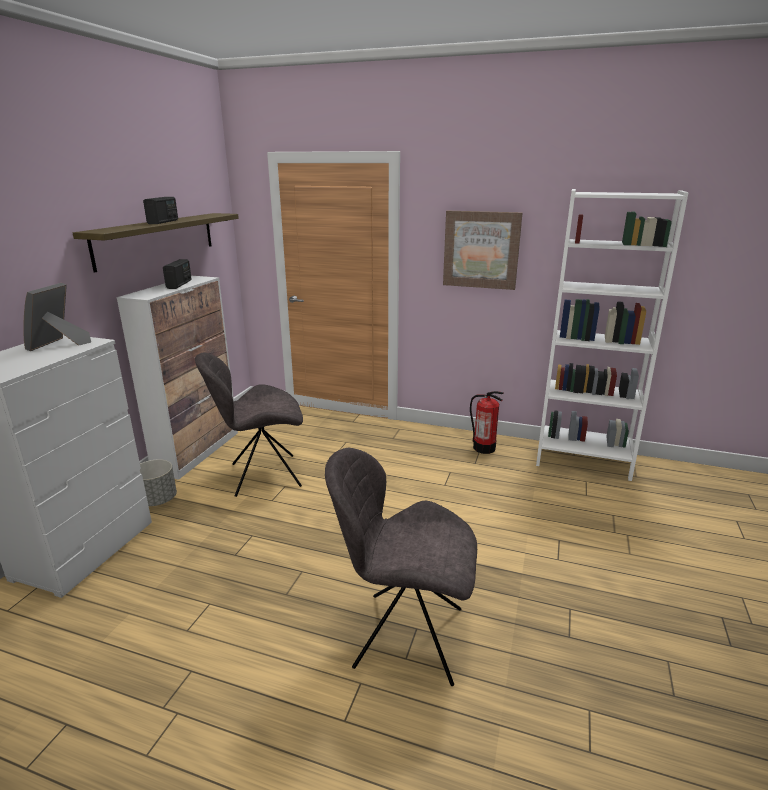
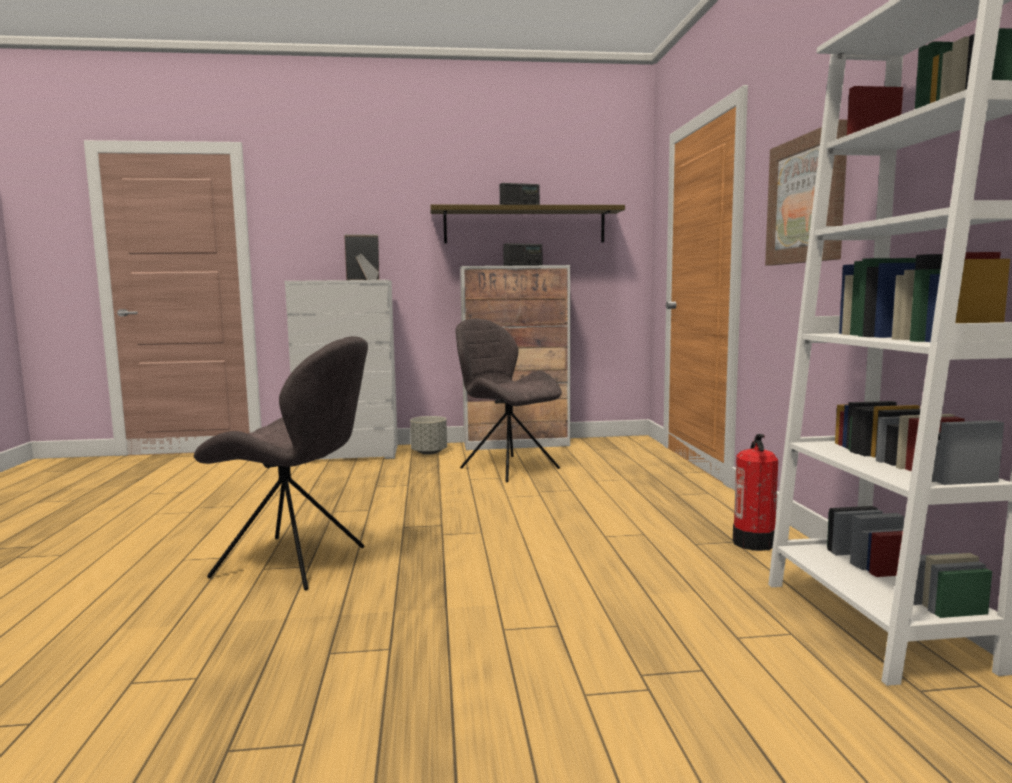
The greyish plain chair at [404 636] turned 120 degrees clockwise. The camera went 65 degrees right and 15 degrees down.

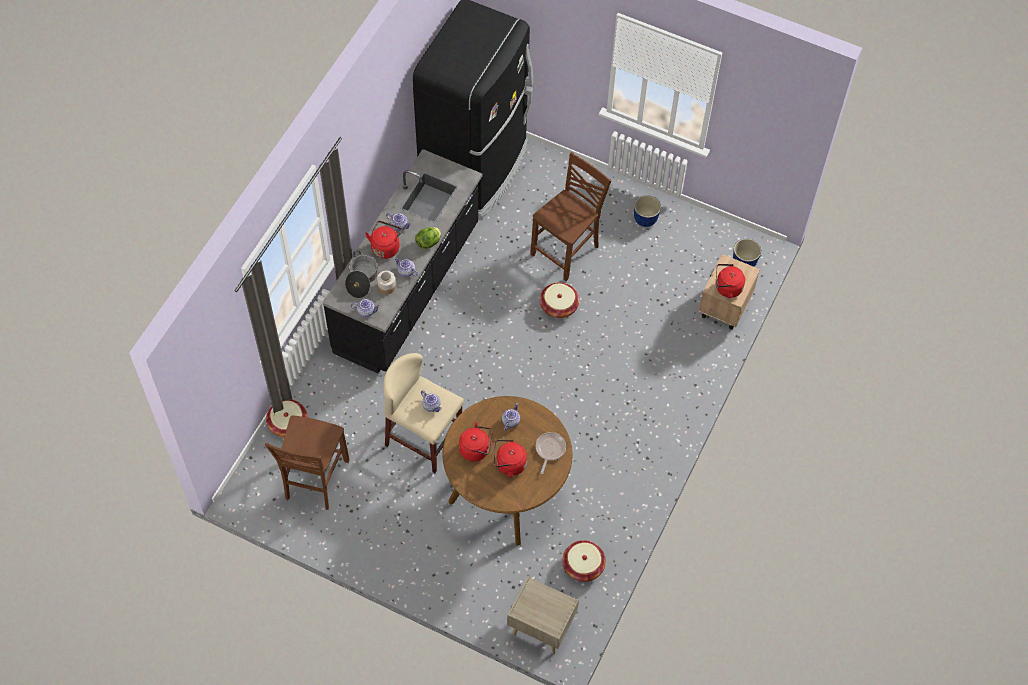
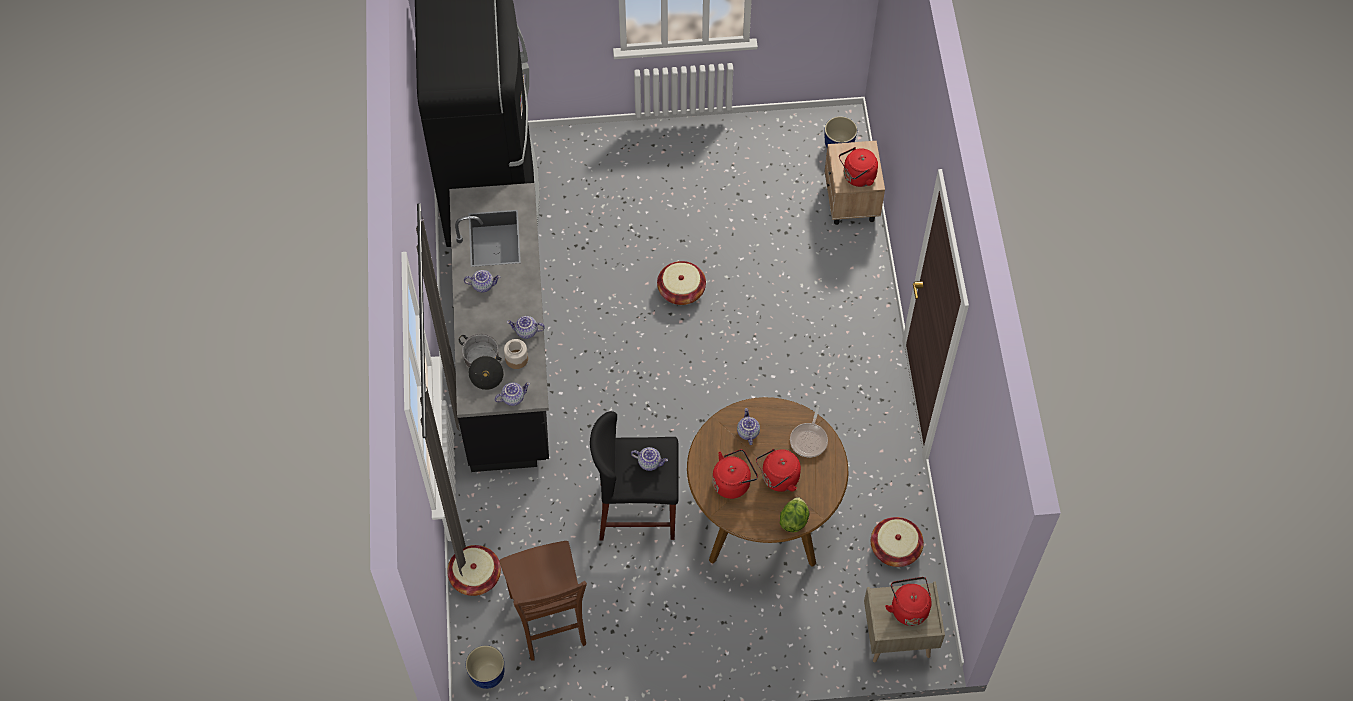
The brown plain chair at [567 251] disappeared. The plant pot moved from [645 219] to [487 675]. The reddish tea kettle moved from [386 247] to [908 607]. The head of lettuce moved from [429 242] to [794 520]. The beige stool seat at [423 440] became the black stool seat at [637 511]. The pan at [549 450] turned 150 degrees counterclockwise. The camera went 30 degrees left and 0 degrees up.

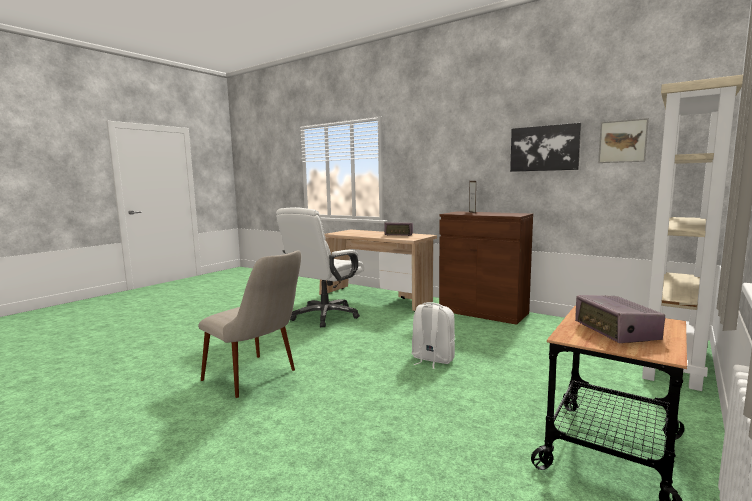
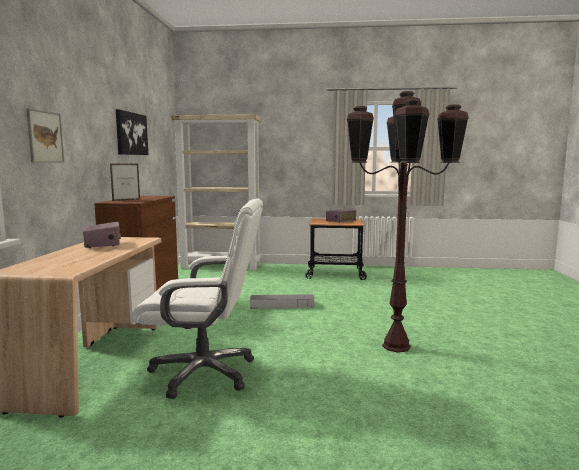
The wall picture moved from [622 141] to [45 137]. The beige plain chair at [258 379] was replaced by the brown standard lamp at [396 346]. The whitish backpack at [432 359] was replaced by the greyish storage container at [282 305]. The camera went 120 degrees left and 0 degrees up.

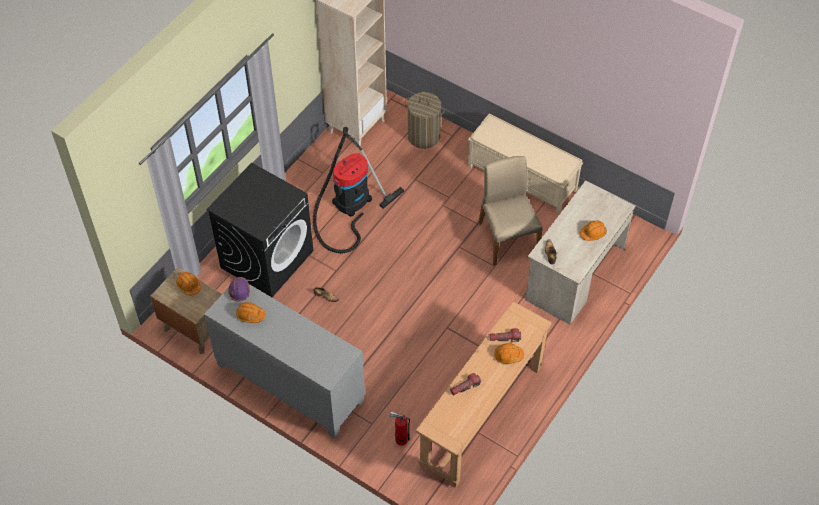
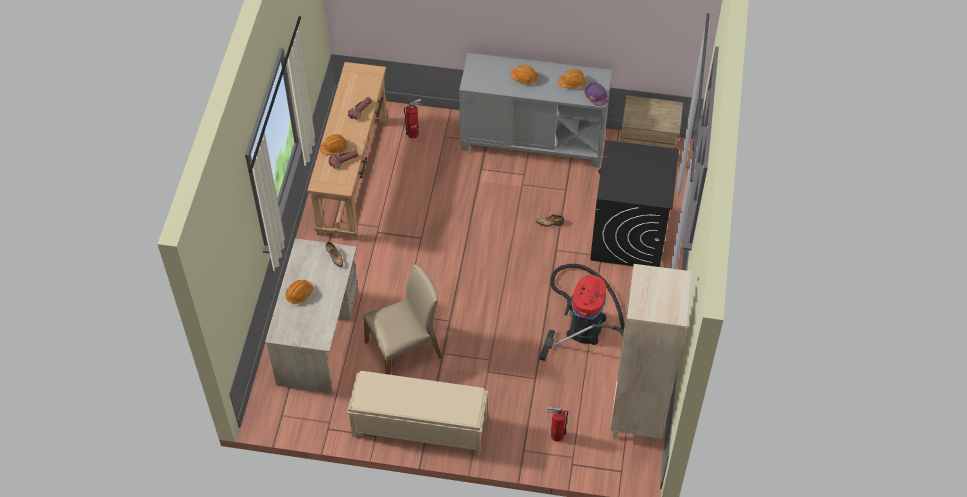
The hamper at [424 136] was replaced by the extinguisher at [555 435]. The beige plain chair at [507 237] turned 75 degrees counterclockwise. The orange work helmet moved from [189 285] to [524 78]. The camera went 155 degrees right and 0 degrees up.

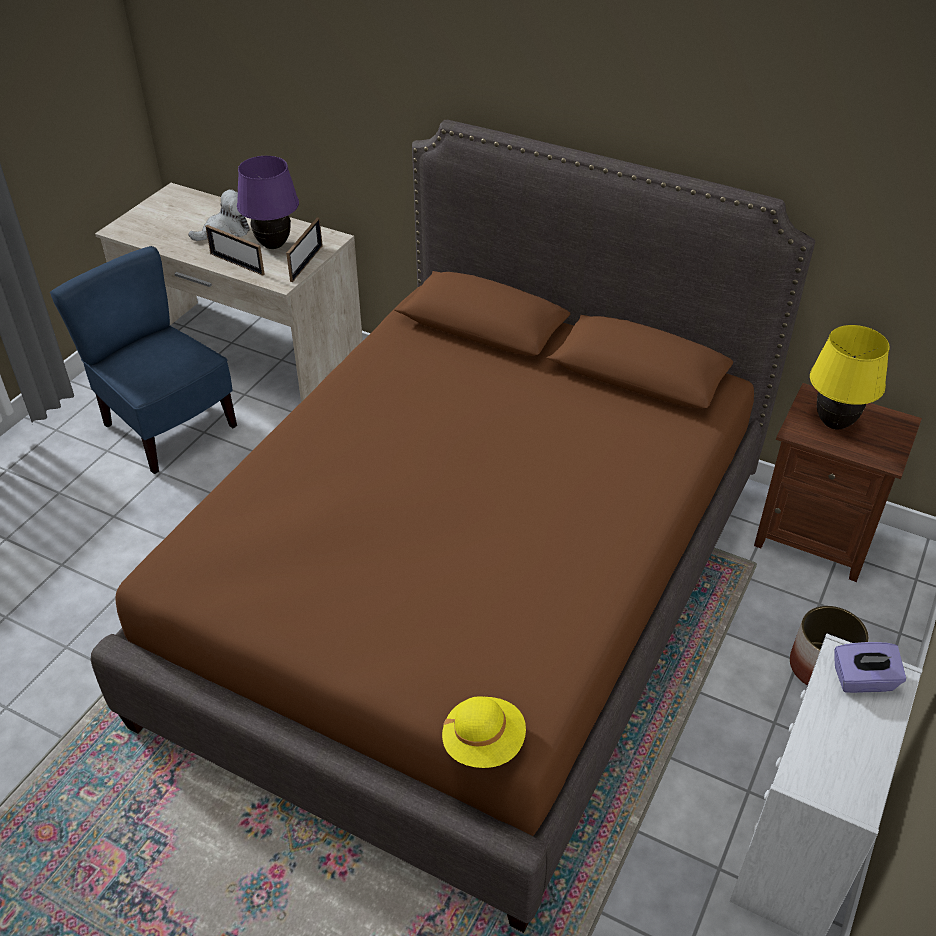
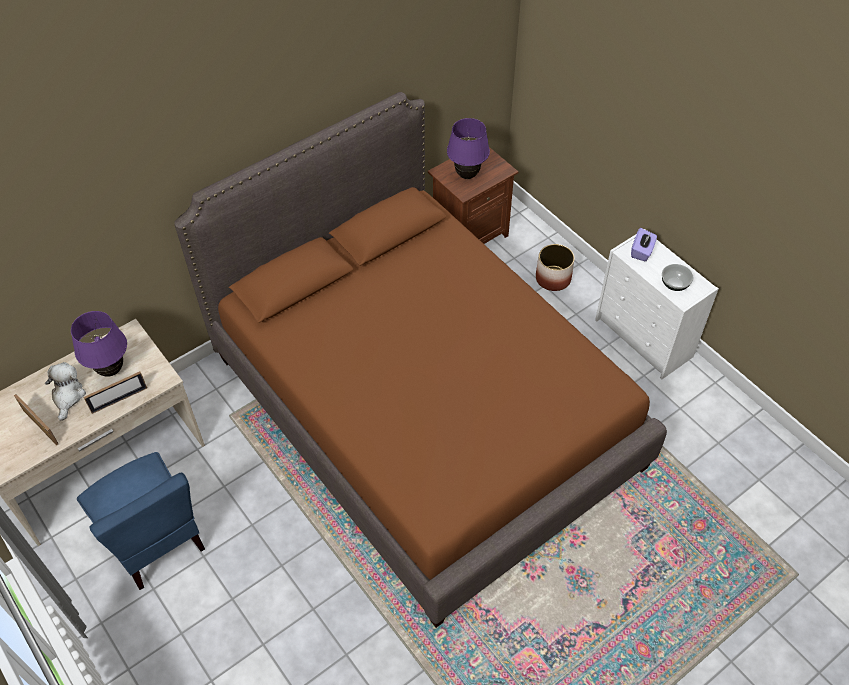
The picture frame moved from [306 263] to [40 427]. The blue-coloured plain chair at [168 428] turned 105 degrees counterclockwise. The yellowish table lamp at [833 423] became the purple-coloured table lamp at [467 175]. The yellowish hat at [483 743] disappeared. The bowl at [674 284] appeared. The camera went 65 degrees left and 10 degrees up.

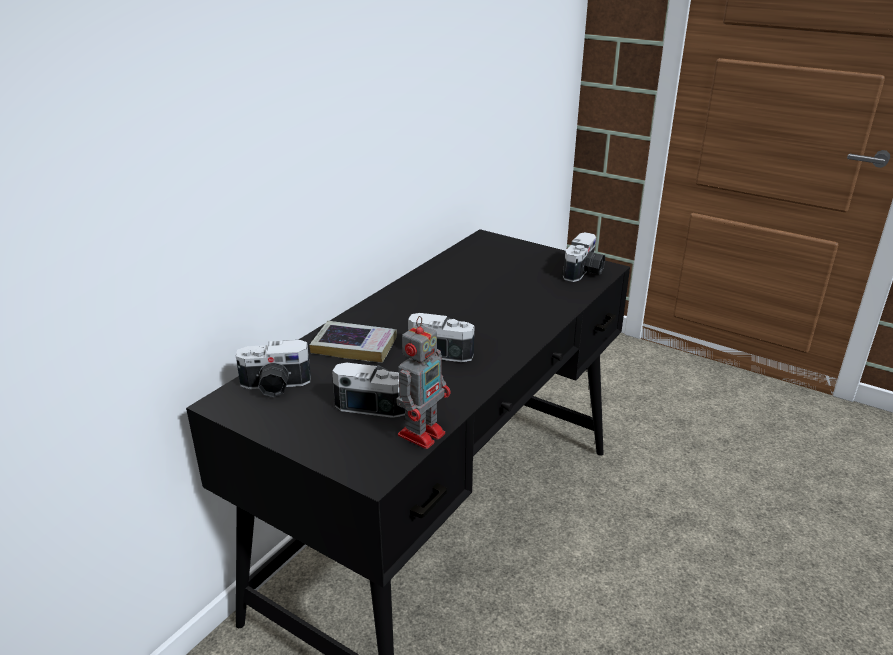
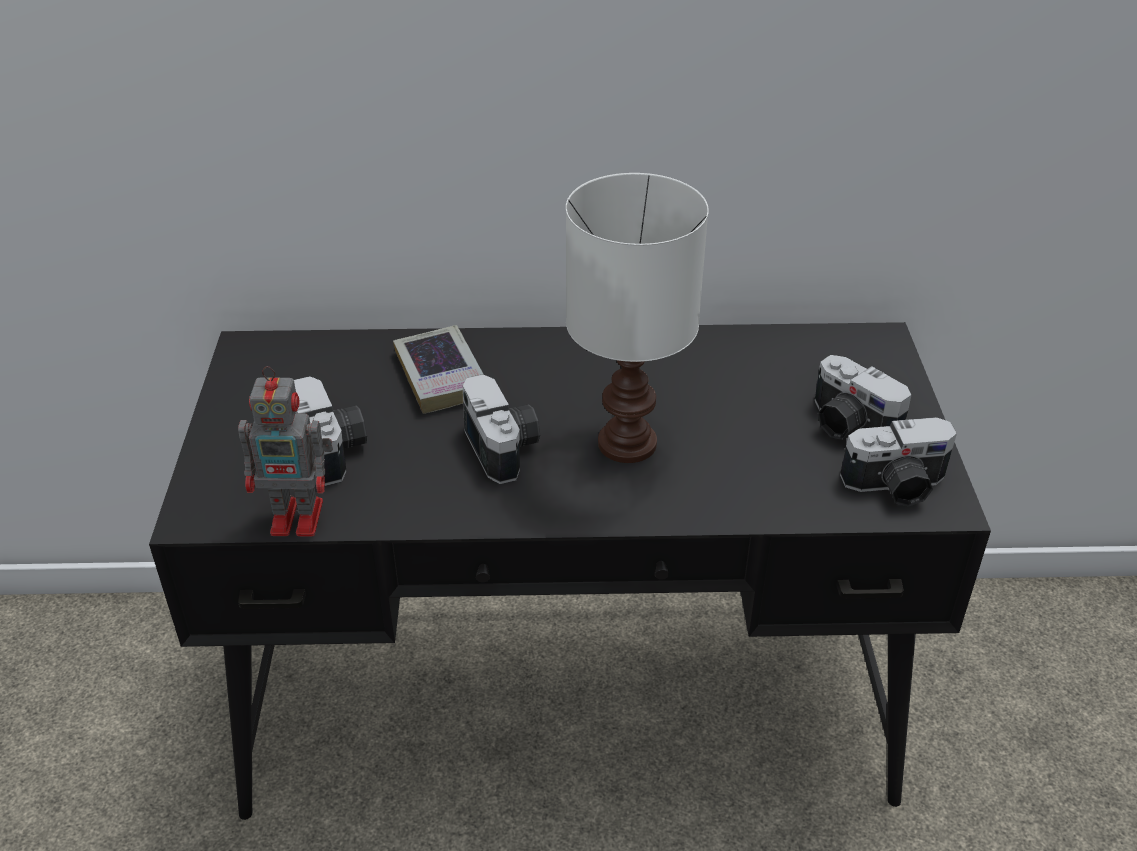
The still camera moved from [275 386] to [848 426]. The whitish table lamp at [625 445] appeared. The camera went 55 degrees right and 10 degrees up.

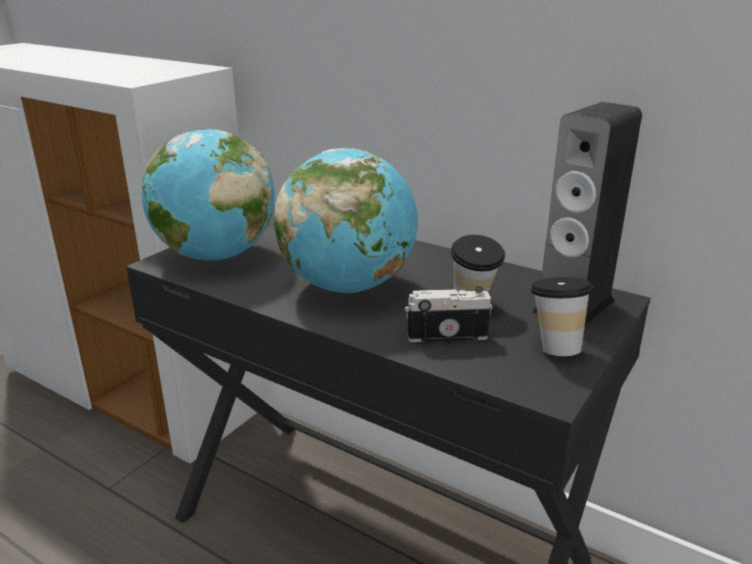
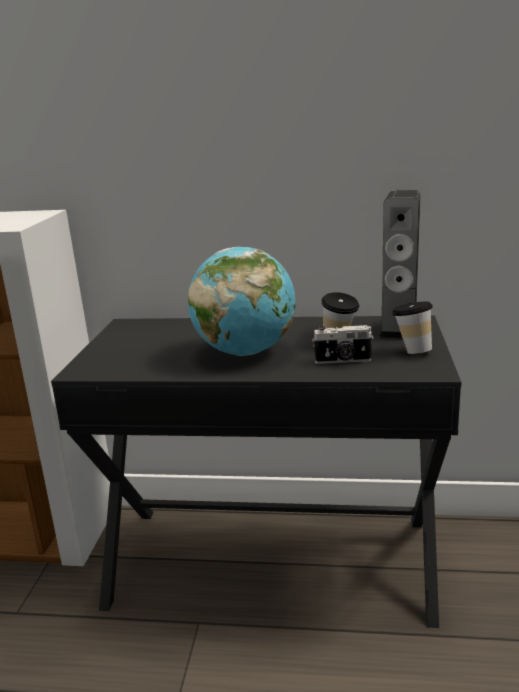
The globe at [215 256] disappeared. The still camera at [446 335] turned 150 degrees counterclockwise. The camera went 25 degrees left and 5 degrees down.

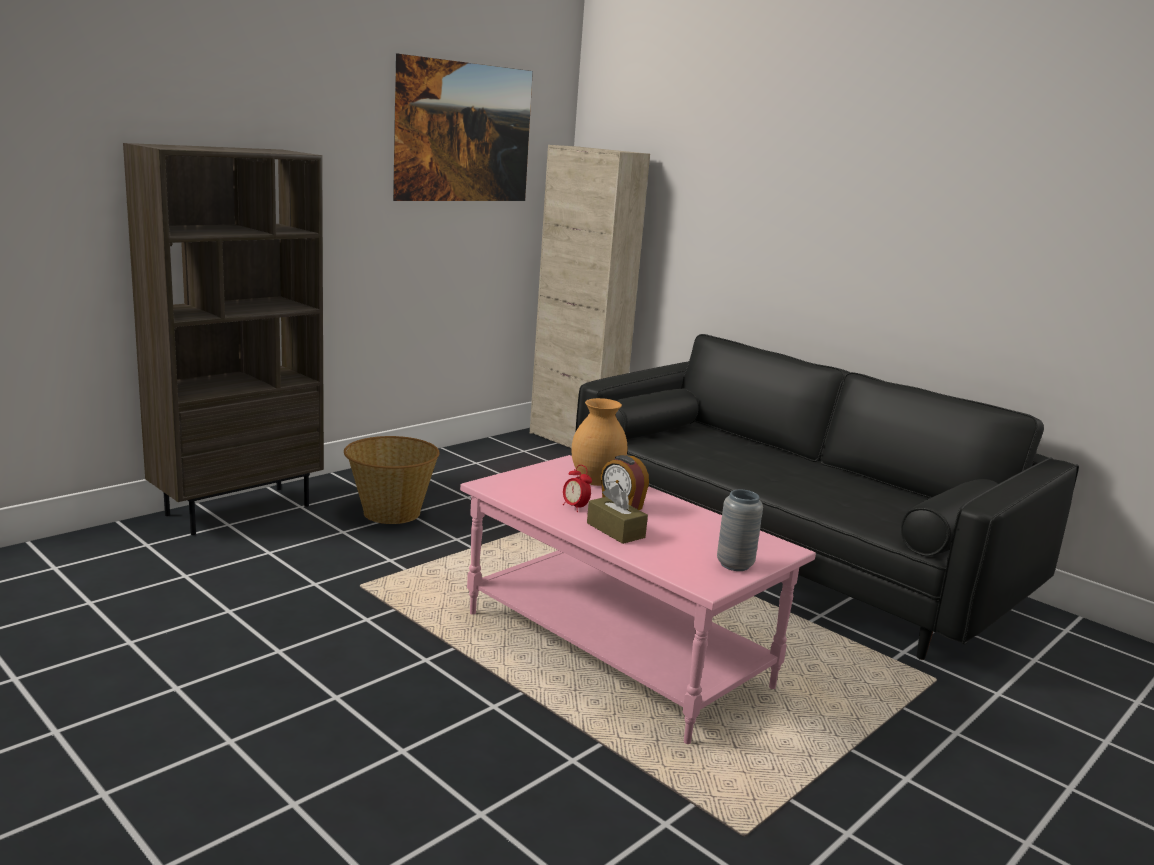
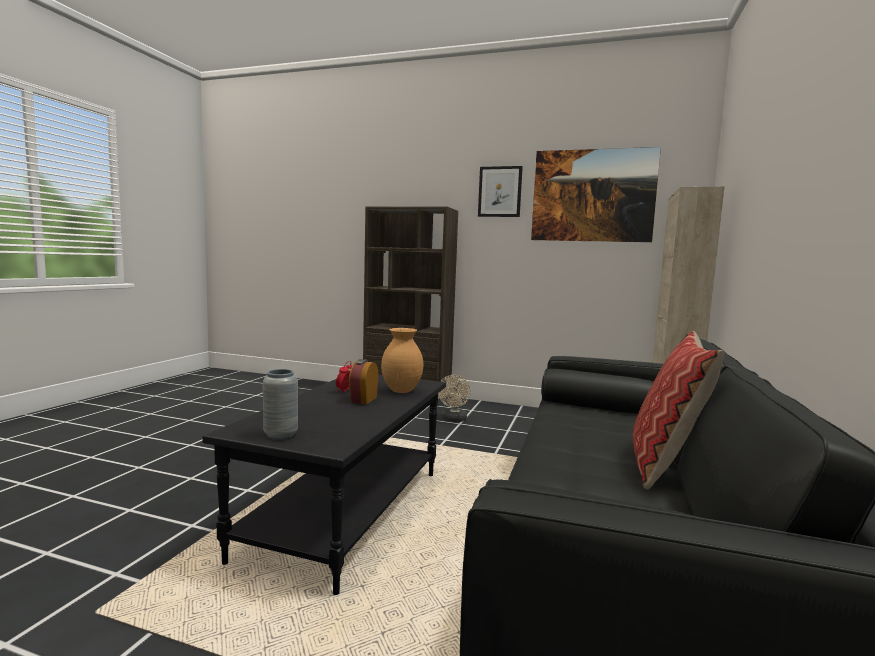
The storage basket at [391 512] was replaced by the beige electric fan at [454 420]. The pinkish lounge table at [618 649] became the black lounge table at [348 513]. The brown box of tissues at [615 530] disappeared. The wall picture at [500 192] appeared. The cushion at [664 465] appeared. The camera went 65 degrees right and 10 degrees down.

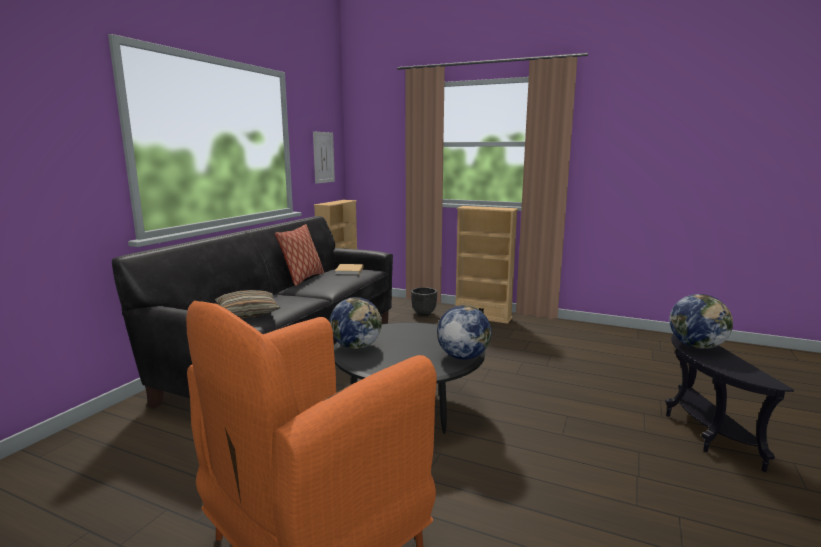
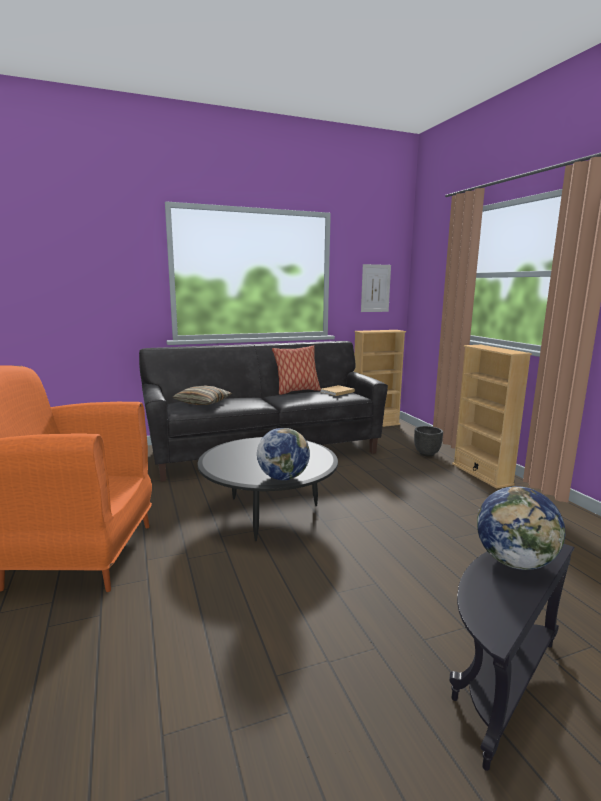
The globe at [356 346] disappeared. The camera went 45 degrees right and 0 degrees up.

